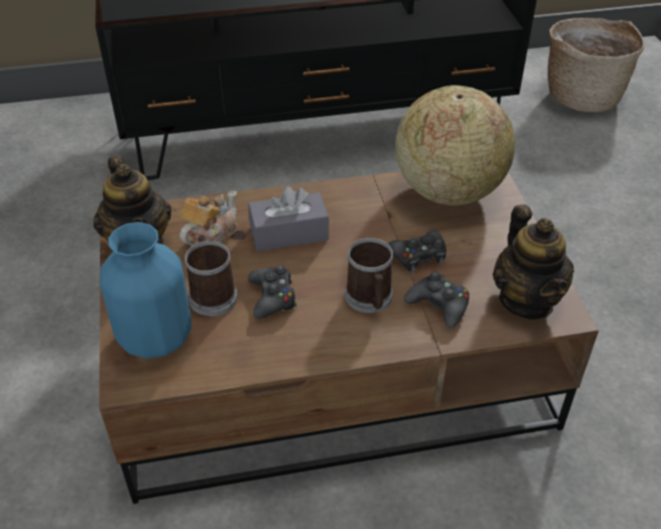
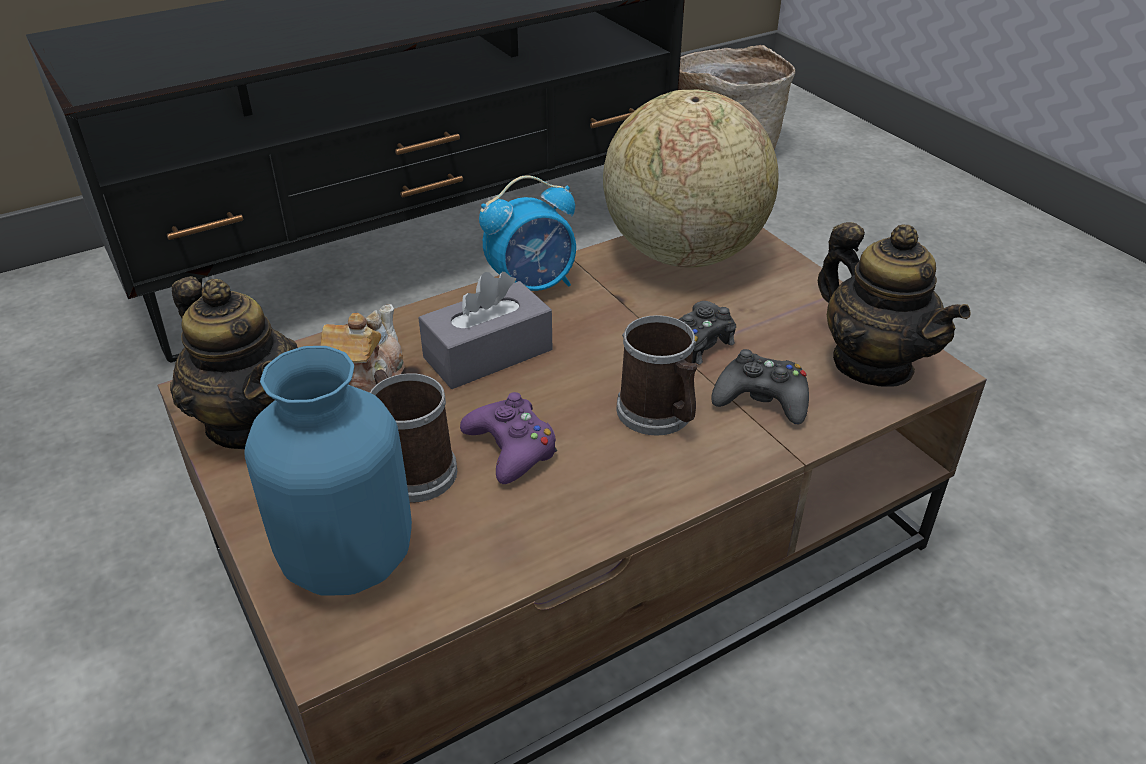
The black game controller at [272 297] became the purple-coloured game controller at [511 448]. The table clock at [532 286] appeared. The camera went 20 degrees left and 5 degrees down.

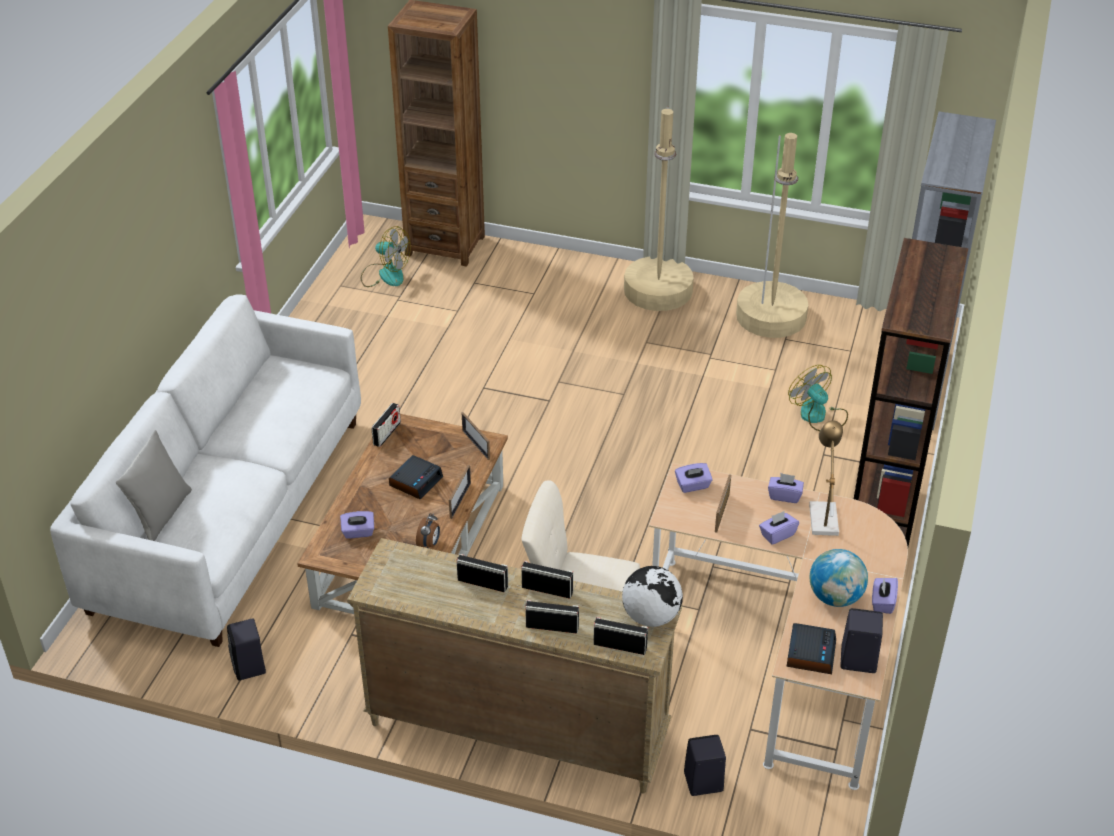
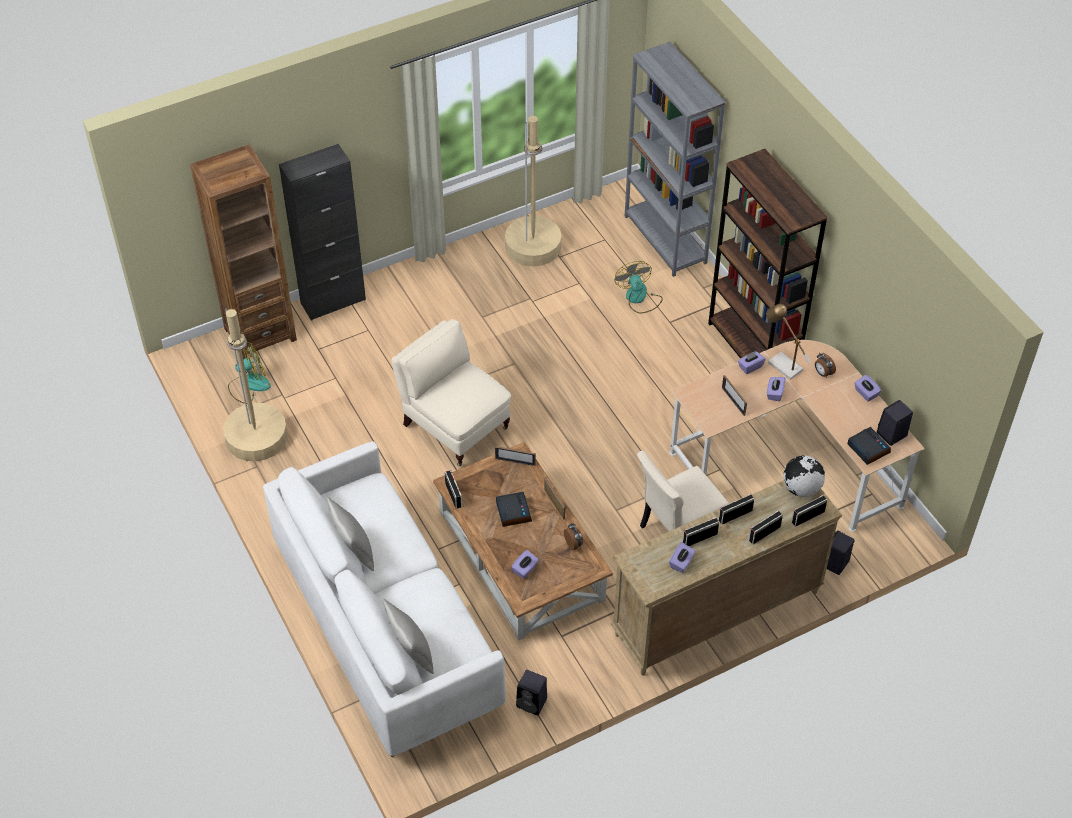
The beige standard lamp moved from [658 291] to [257 437]. The electric fan at [818 416] turned 60 degrees clockwise. The purple-coloured box of tissues moved from [693 486] to [681 563]. The globe at [835 597] disappeared. The black storage cabinet at [333 301] appeared. The beige easy chair at [454 425] appeared. The table clock at [822 373] appeared. The greyish cushion at [353 550] appeared. The camera went 45 degrees left and 10 degrees up.

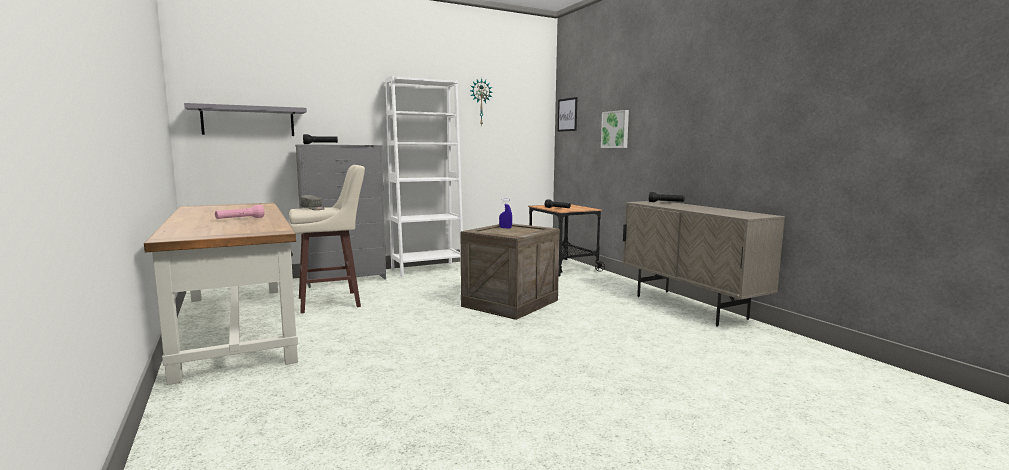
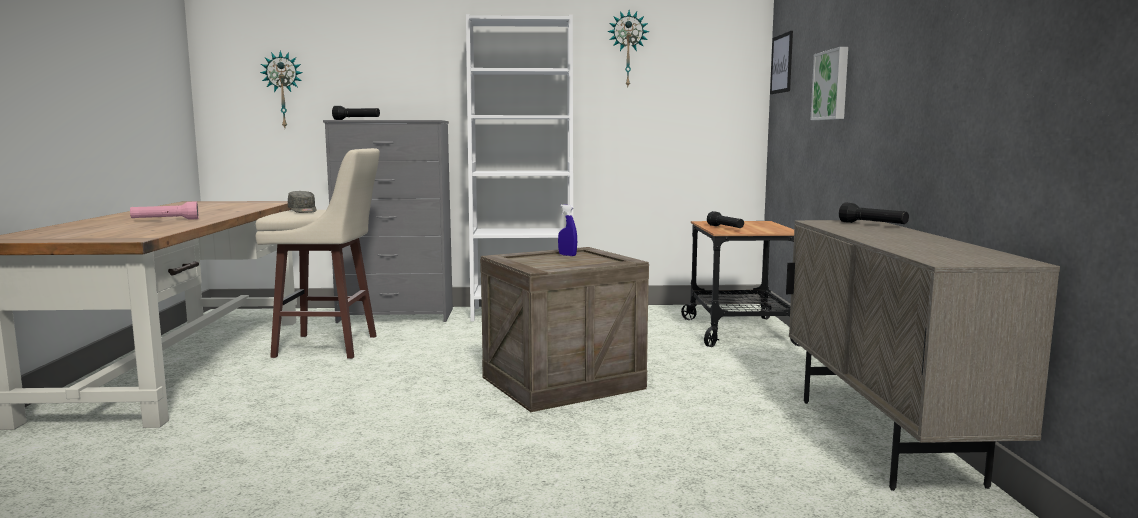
The greyish wall shelf at [248 121] was replaced by the clock on the wall at [283 90]. The camera went 25 degrees right and 0 degrees up.

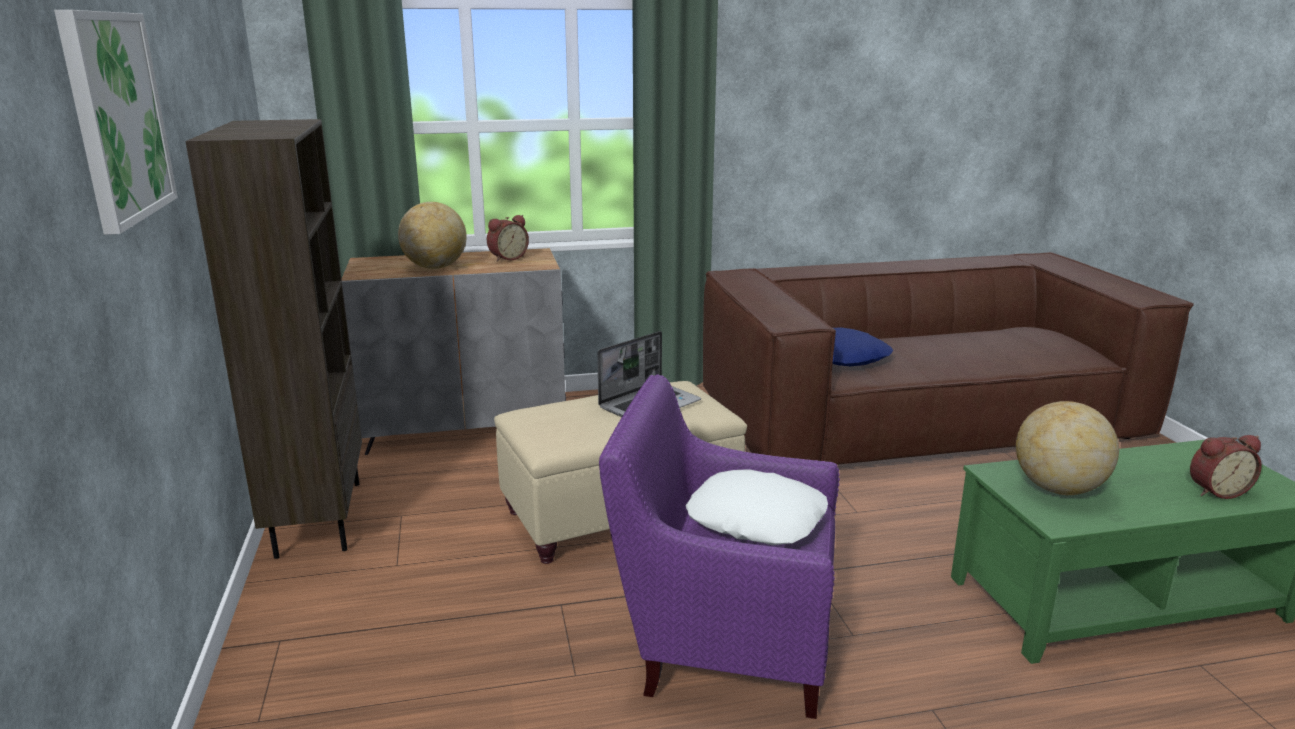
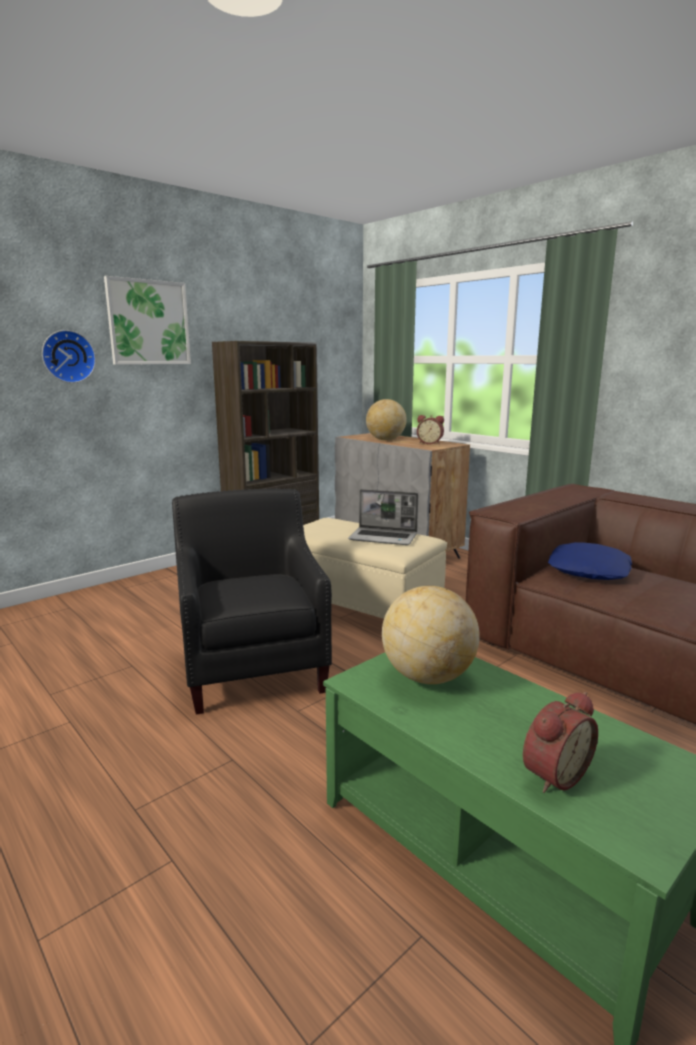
The purple-coloured easy chair at [723 640] became the black easy chair at [254 667]. The table clock at [1216 491] turned 90 degrees counterclockwise. The whitish cushion at [757 519] disappeared. The clock on the wall at [68 356] appeared. The camera went 60 degrees right and 5 degrees down.

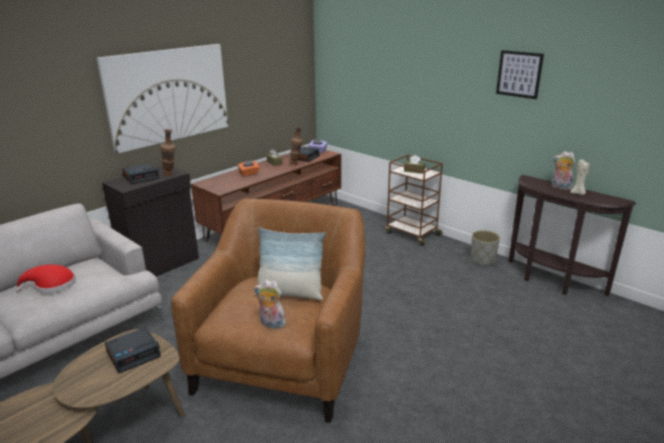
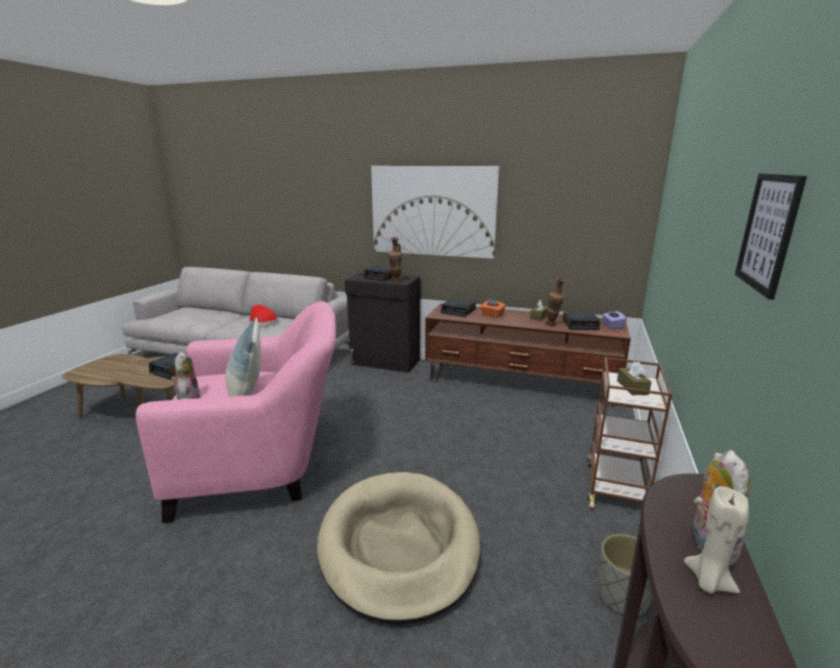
The brown easy chair at [283 358] became the pinkish easy chair at [263 464]. The table clock at [458 311] appeared. The beige pet bed at [399 545] appeared. The camera went 65 degrees right and 5 degrees down.

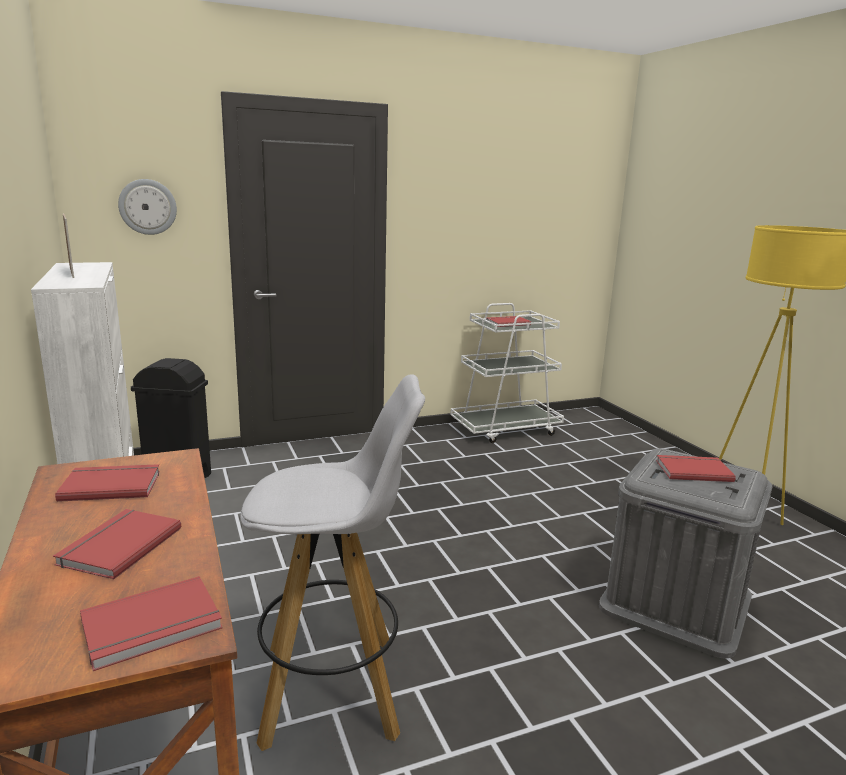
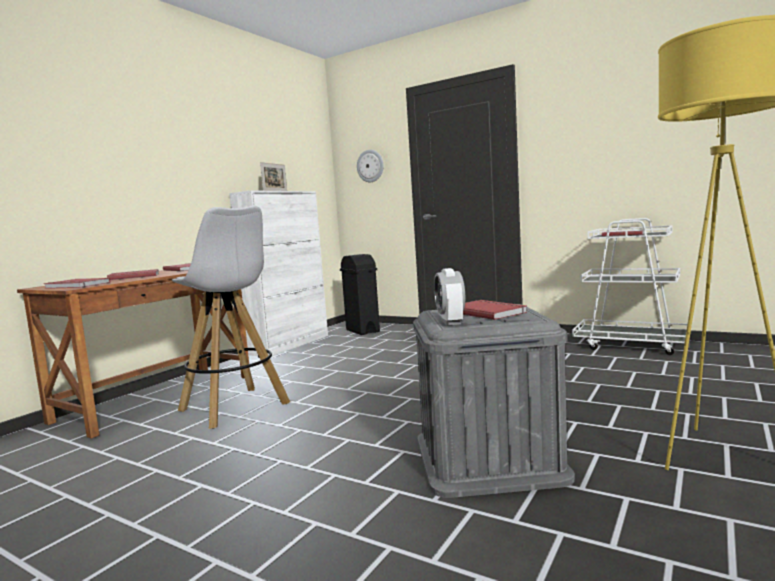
The table clock at [450 322] appeared. The camera went 55 degrees right and 10 degrees down.

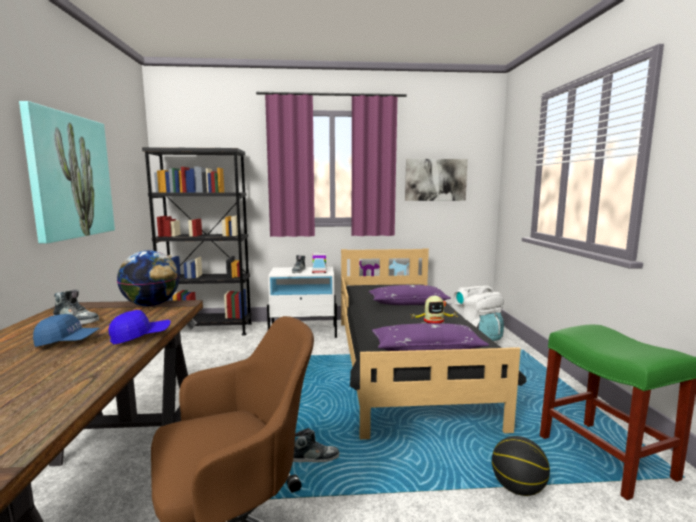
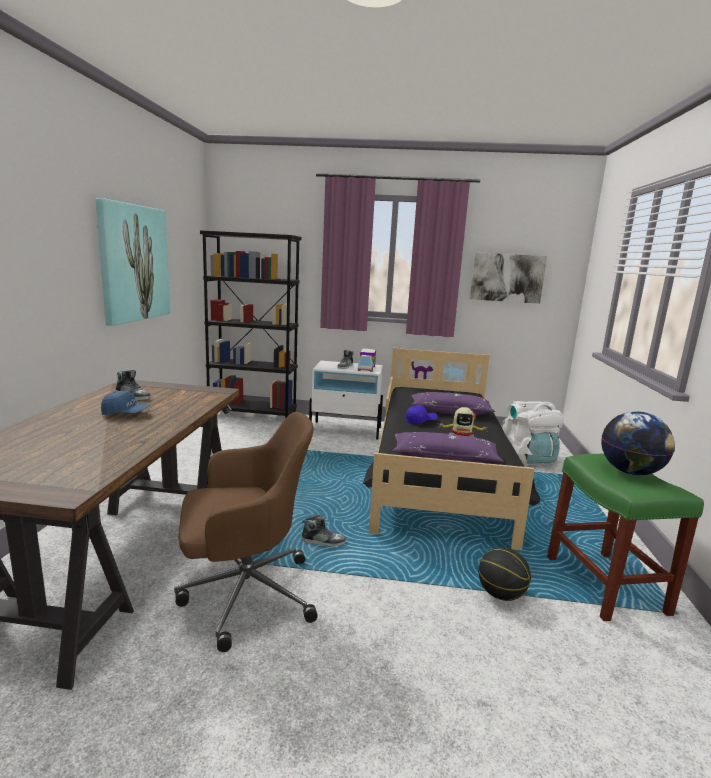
The globe moved from [151 305] to [630 472]. The blue-coloured baseball cap moved from [141 336] to [420 421]. The camera went 10 degrees right and 5 degrees up.

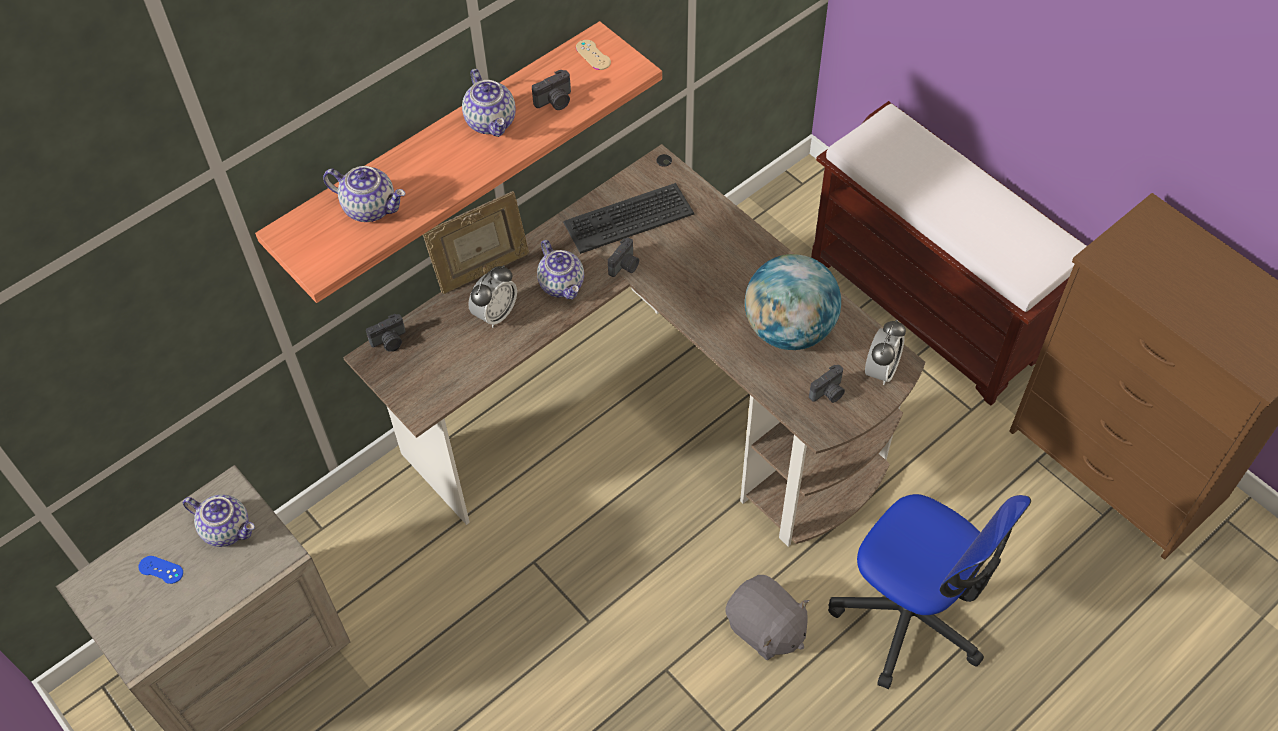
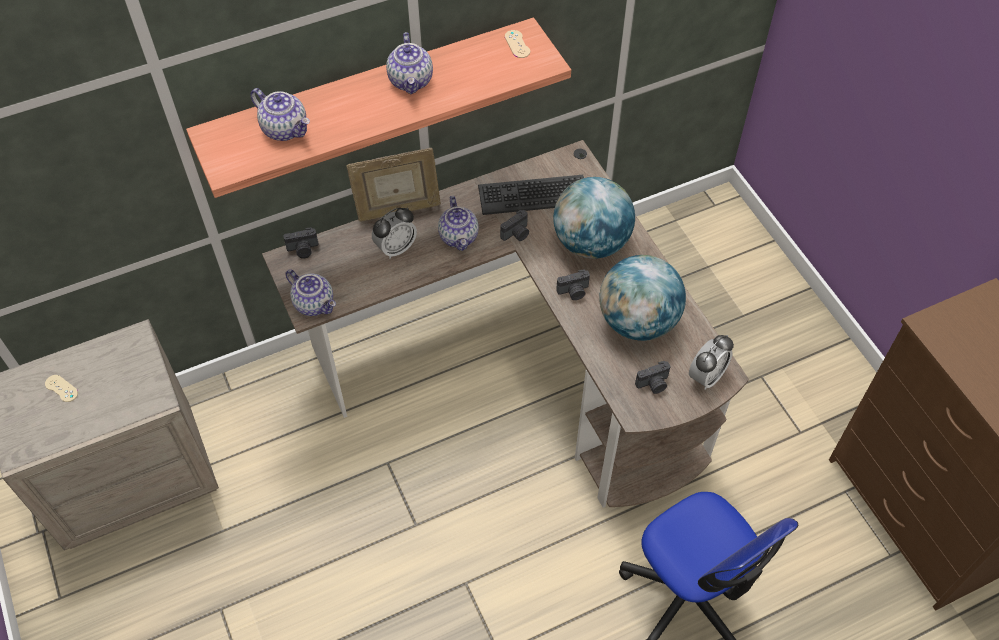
The still camera moved from [555 102] to [574 292]. The brown bench at [930 306] disappeared. The teapot moved from [228 529] to [315 303]. The blue-coloured game controller at [161 570] became the beige game controller at [61 388]. The greyish plush toy at [765 628] disappeared. The globe at [591 242] appeared. The camera went 15 degrees right and 0 degrees up.

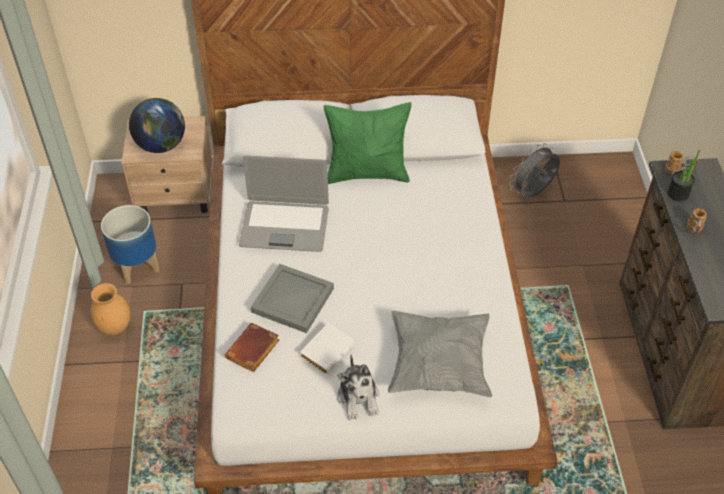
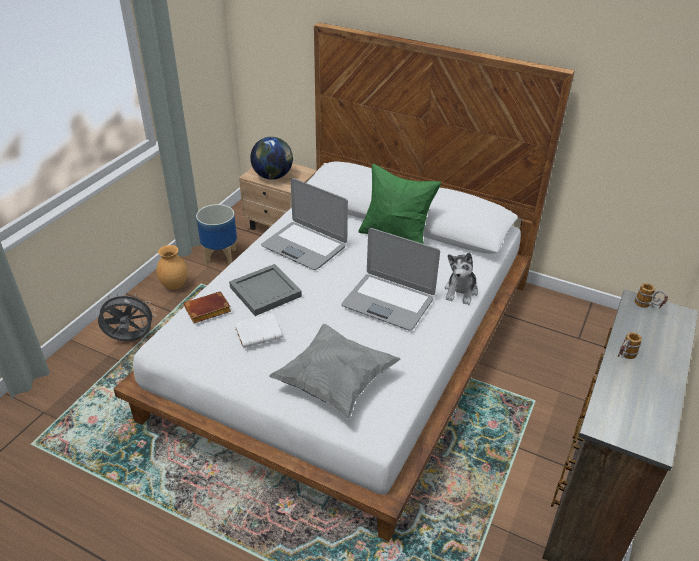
The greyish electric fan moved from [532 193] to [130 340]. The plant in a pot at [678 194] disappeared. The plush toy moved from [358 397] to [461 291]. The notebook computer at [388 302] appeared. The camera went 30 degrees right and 10 degrees down.

